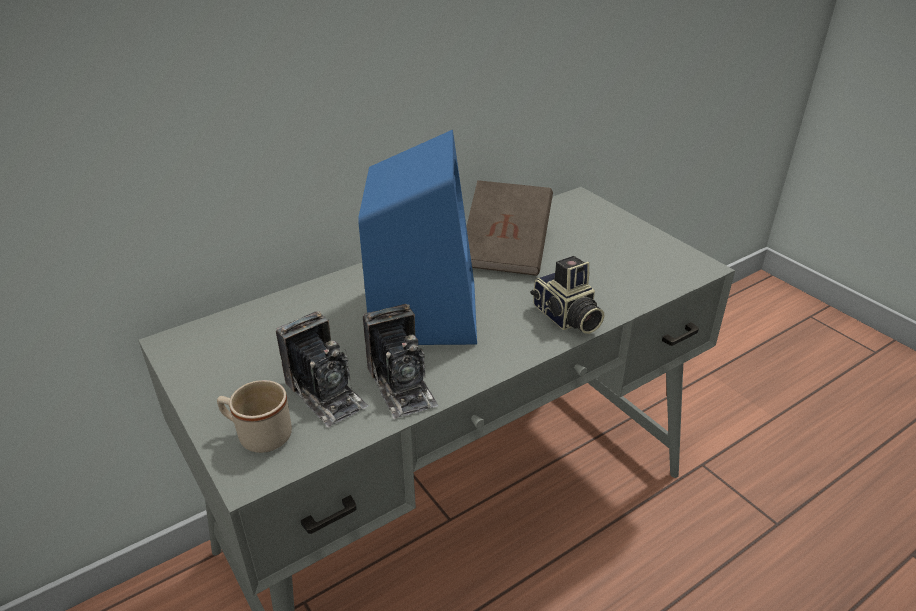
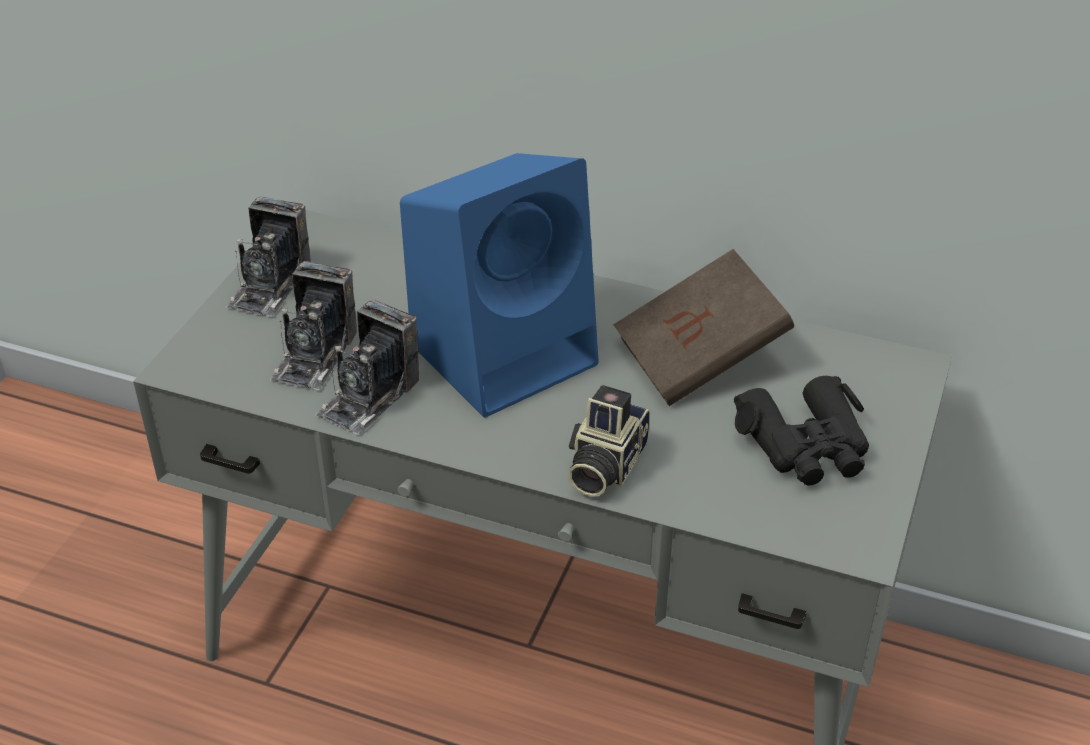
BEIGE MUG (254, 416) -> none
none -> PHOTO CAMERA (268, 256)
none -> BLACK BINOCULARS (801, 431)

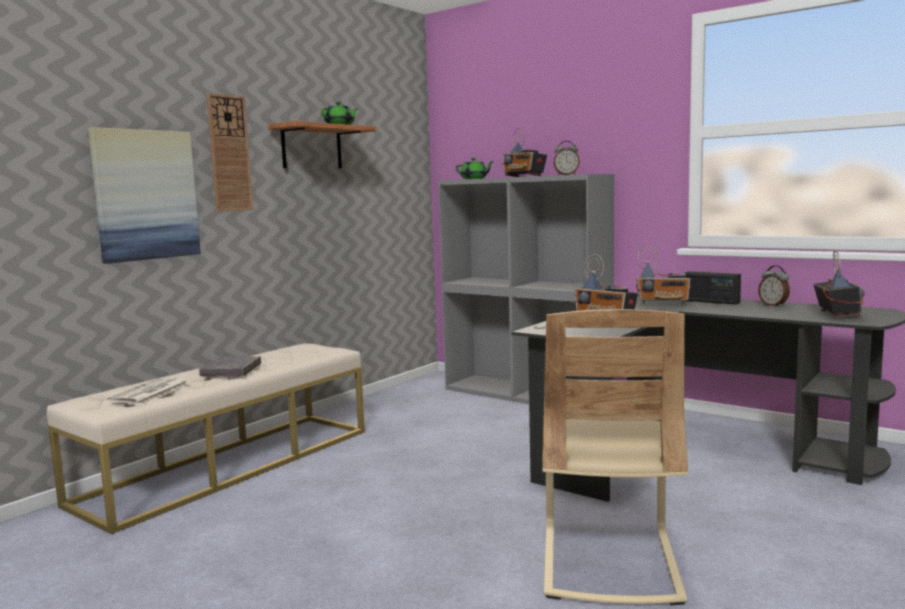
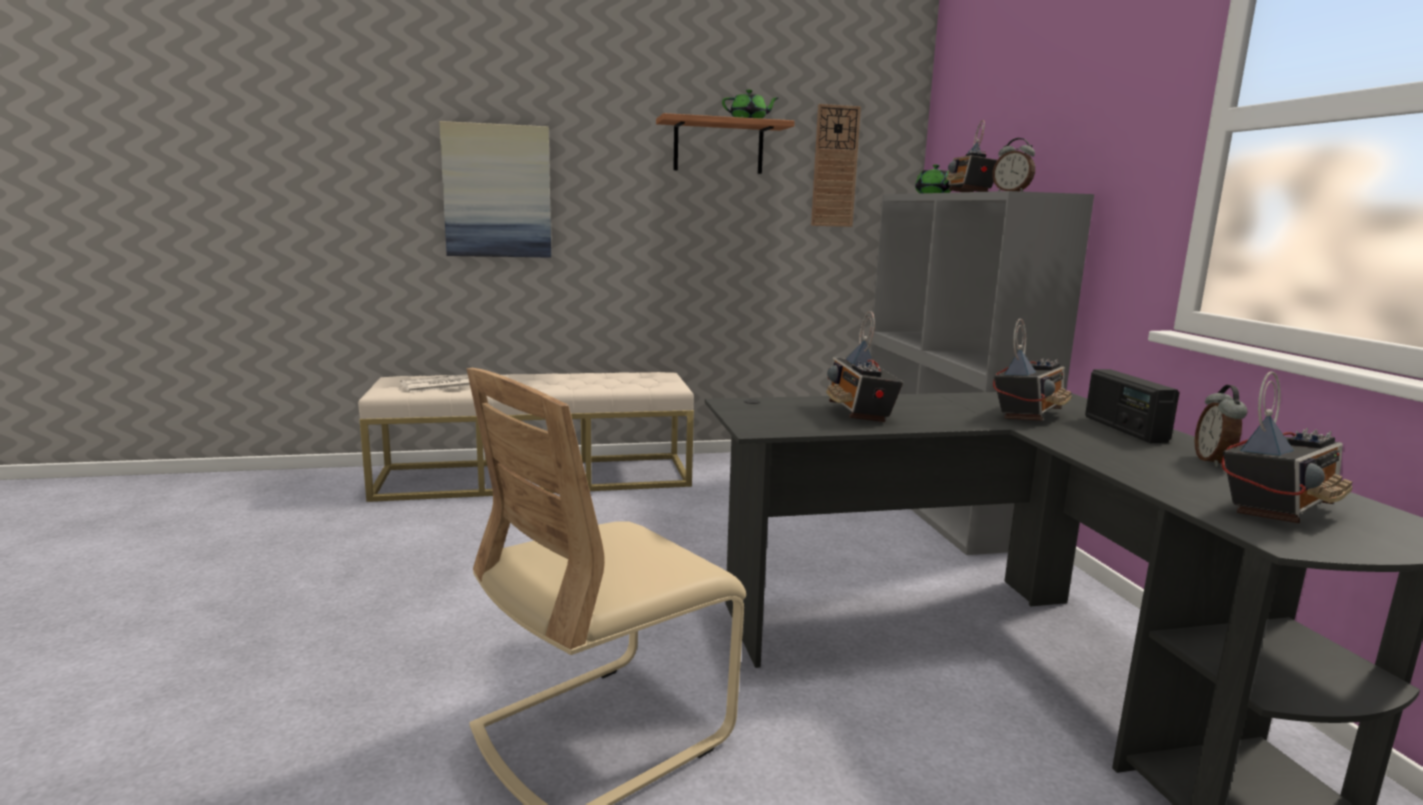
WALL CLOCK (229, 152) -> WALL CLOCK (836, 165), moved
RADIO (663, 275) -> RADIO (1032, 369), 105 degrees counterclockwise
GREY BOOK (230, 366) -> none

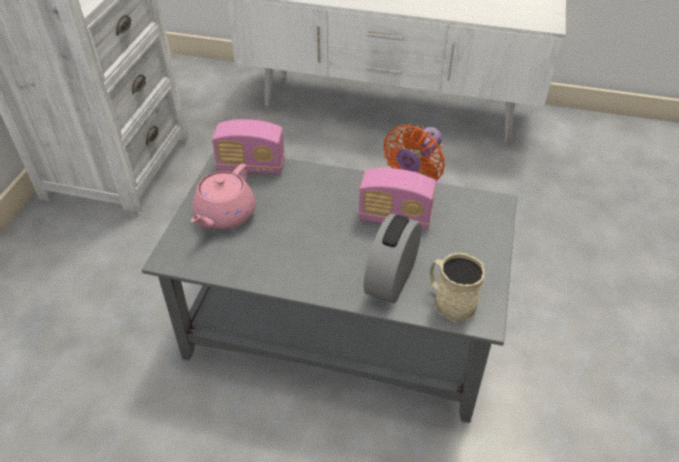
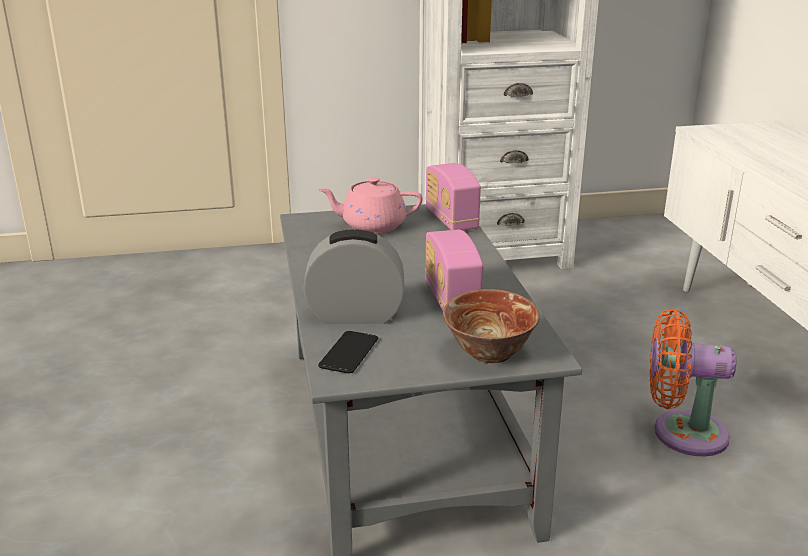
BEIGE MUG (457, 287) -> PHONE (348, 352)
none -> BOWL (491, 326)

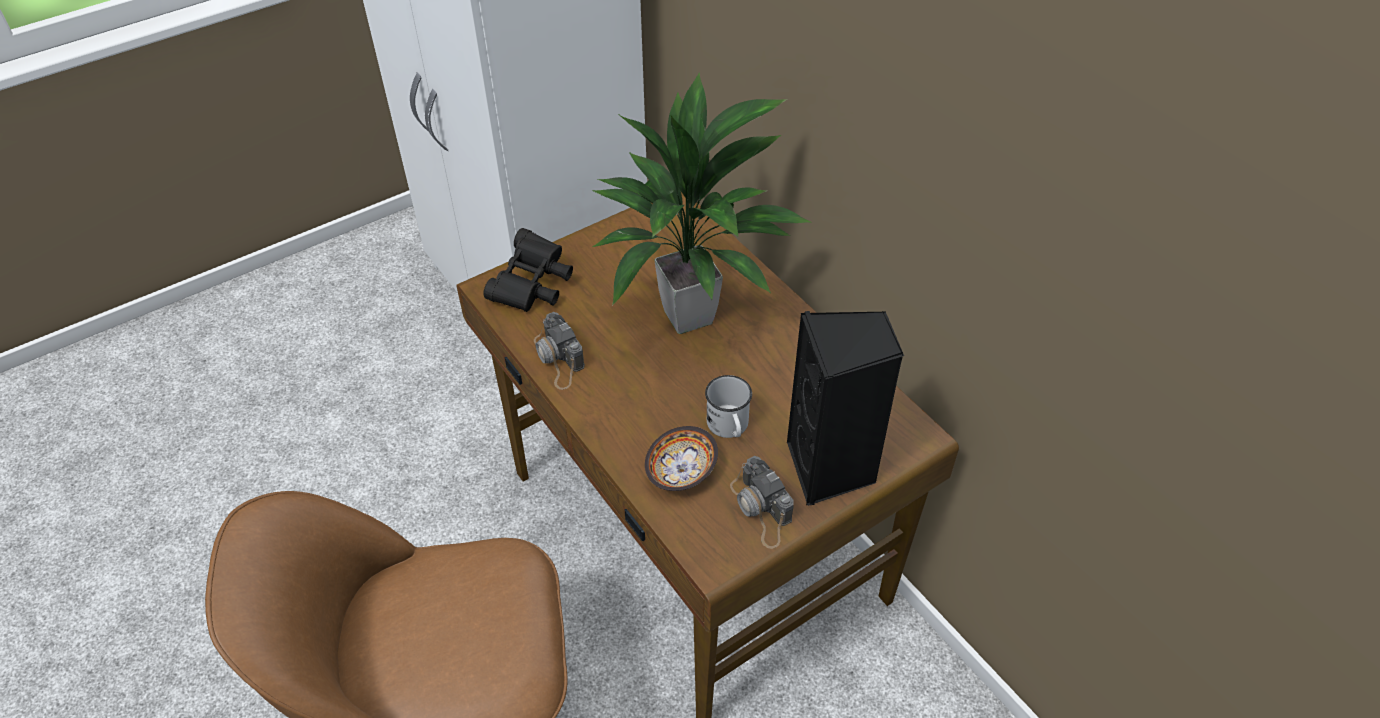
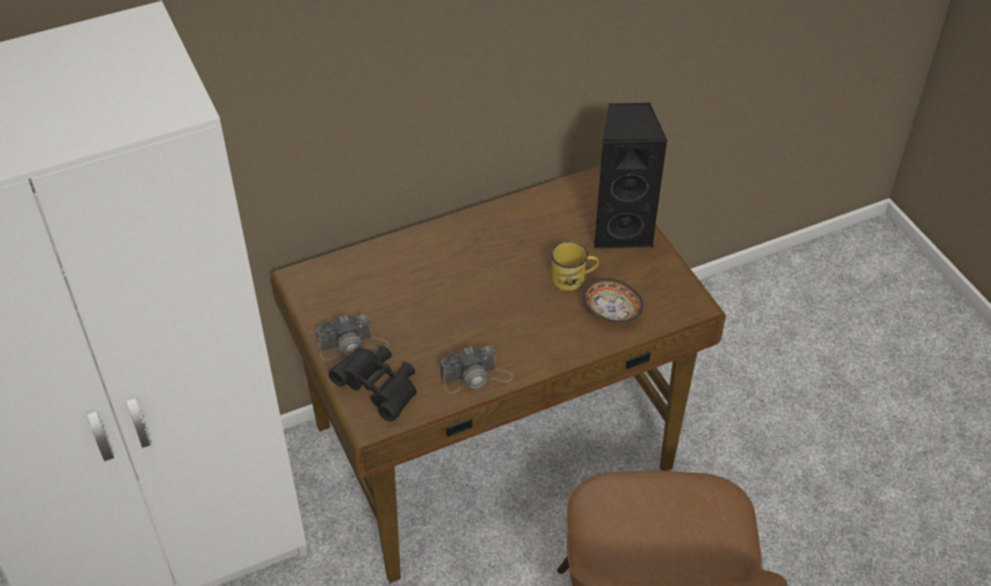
POTTED PLANT (701, 203) -> none
WHITE MUG (728, 406) -> YELLOW MUG (575, 266)
PHOTO CAMERA (762, 502) -> PHOTO CAMERA (352, 337), moved

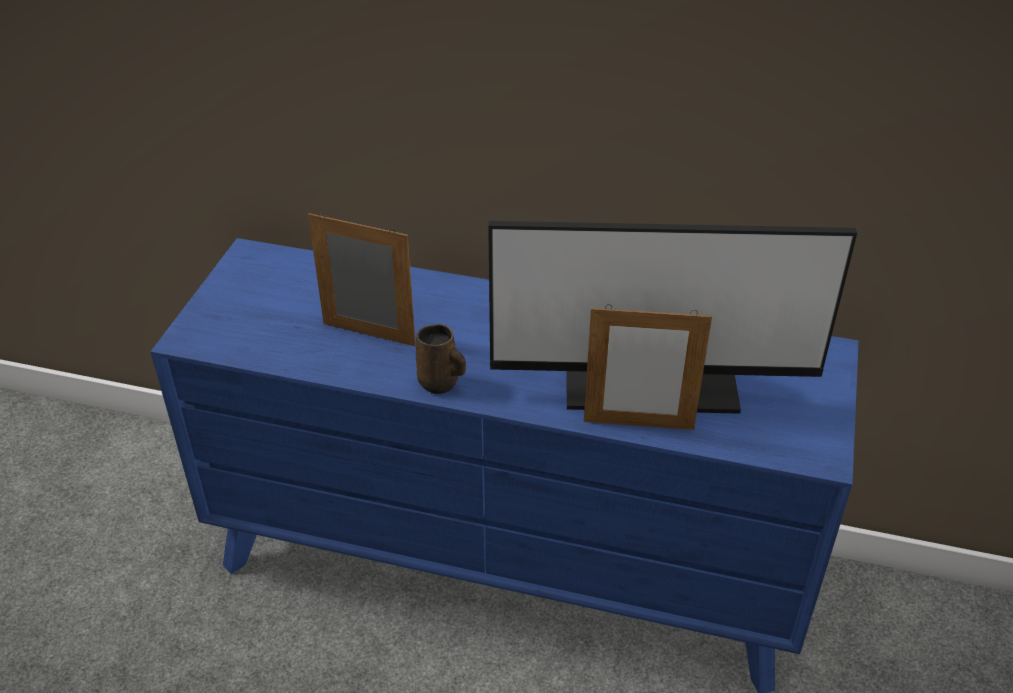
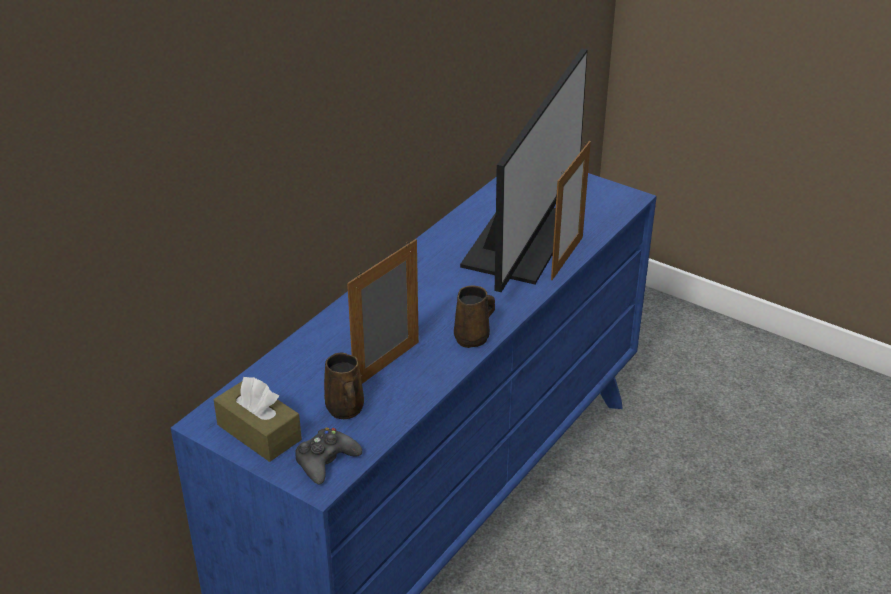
none -> BROWN MUG (344, 386)
none -> BROWN TISSUE BOX (258, 419)
none -> BLACK GAME CONTROLLER (328, 456)

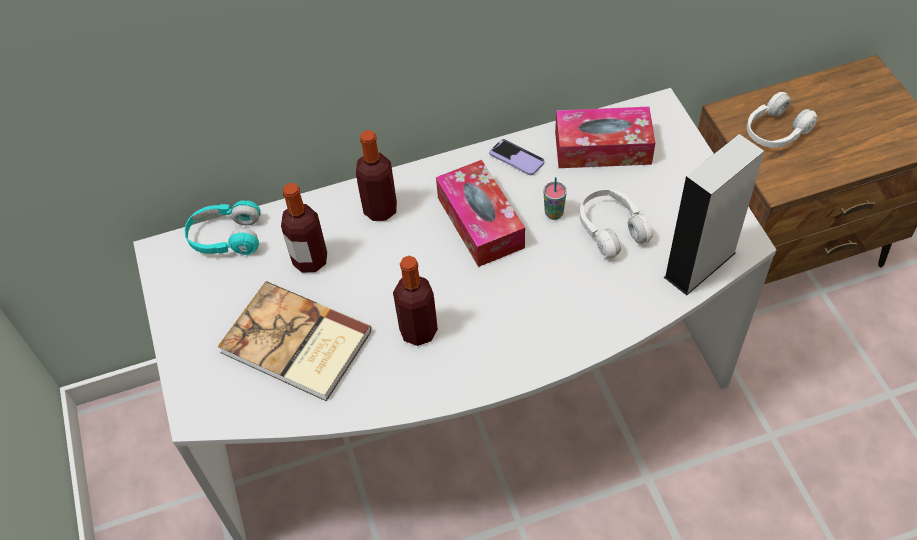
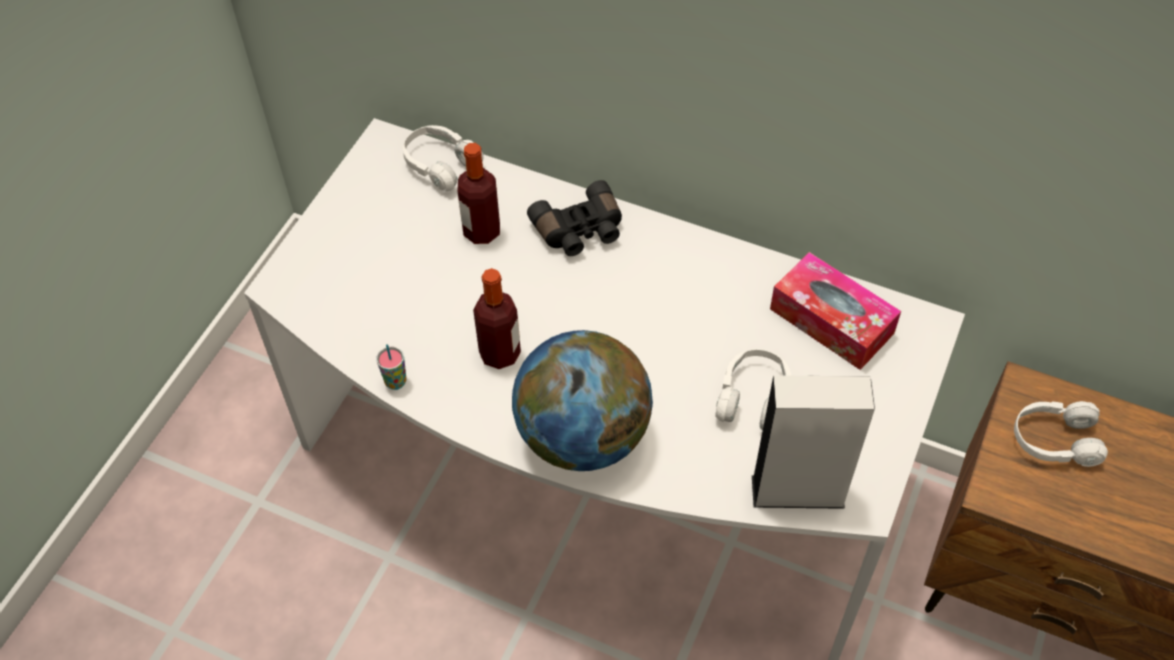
BOTTLE (376, 175) -> BLACK BINOCULARS (574, 218)
PHONE (517, 157) -> none
TISSUE BOX (480, 213) -> none
CUP (555, 198) -> CUP (391, 367), moved
TURQUOISE HEADPHONES (223, 227) -> WHITE HEADPHONES (443, 158)
BOOK (295, 341) -> none
none -> GLOBE (582, 400)

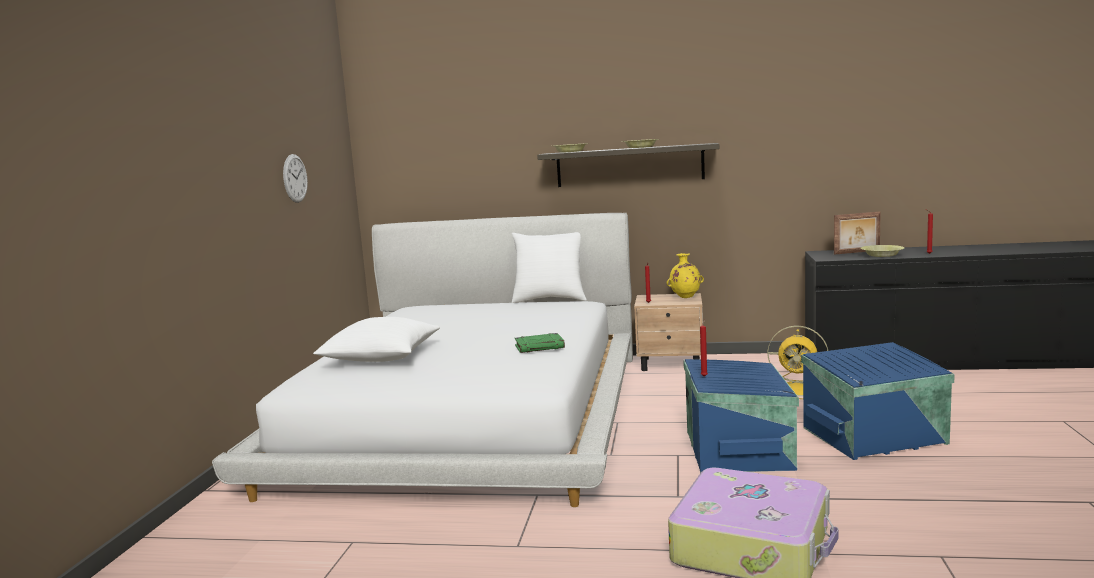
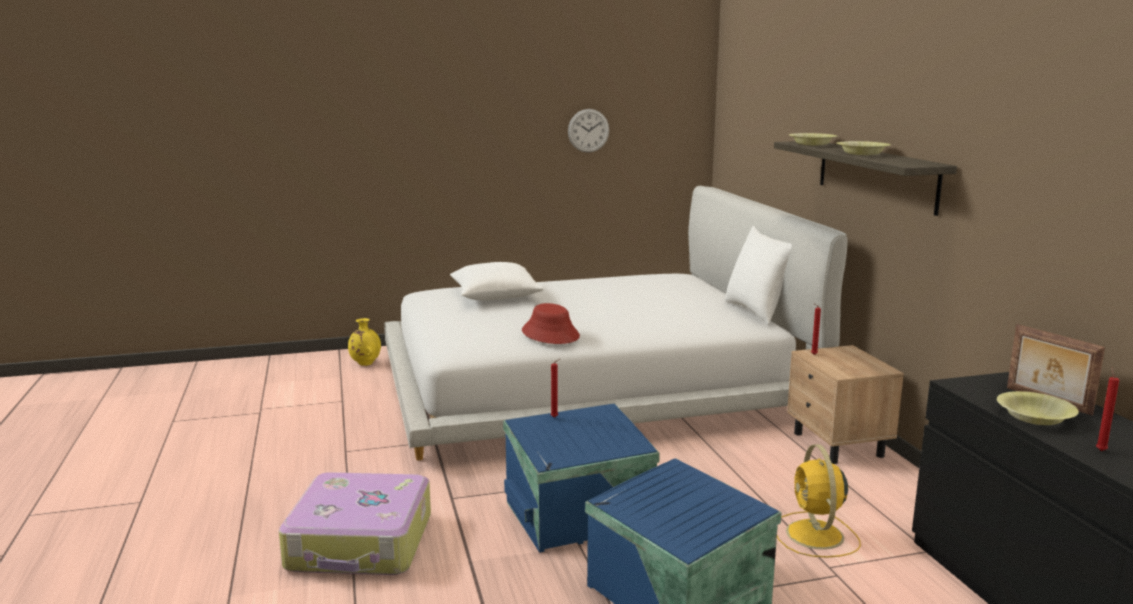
YELLOW VASE (685, 275) -> YELLOW VASE (364, 342), moved
GREEN BOOK (540, 343) -> RED HAT (551, 323)

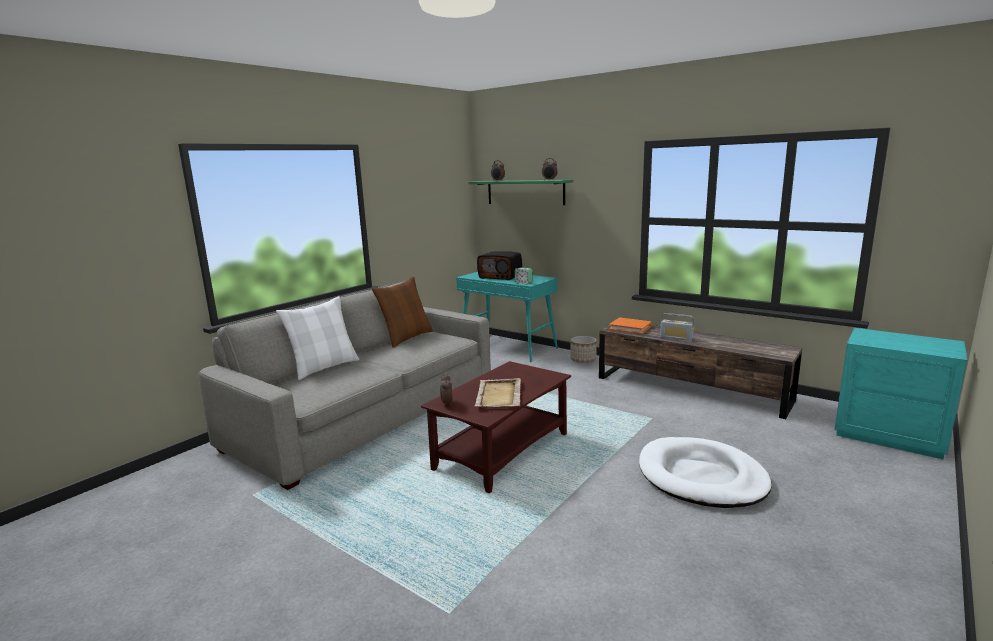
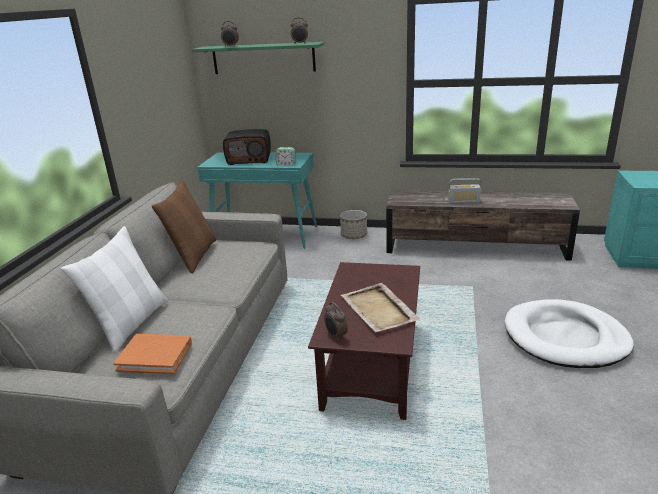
ORANGE BOOK (630, 326) -> ORANGE BOOK (152, 354), moved

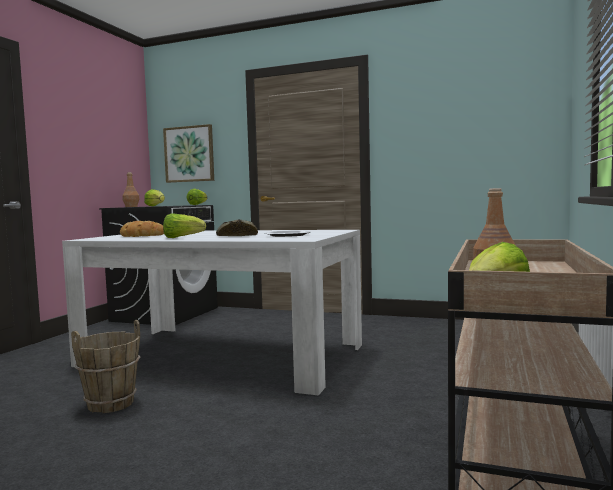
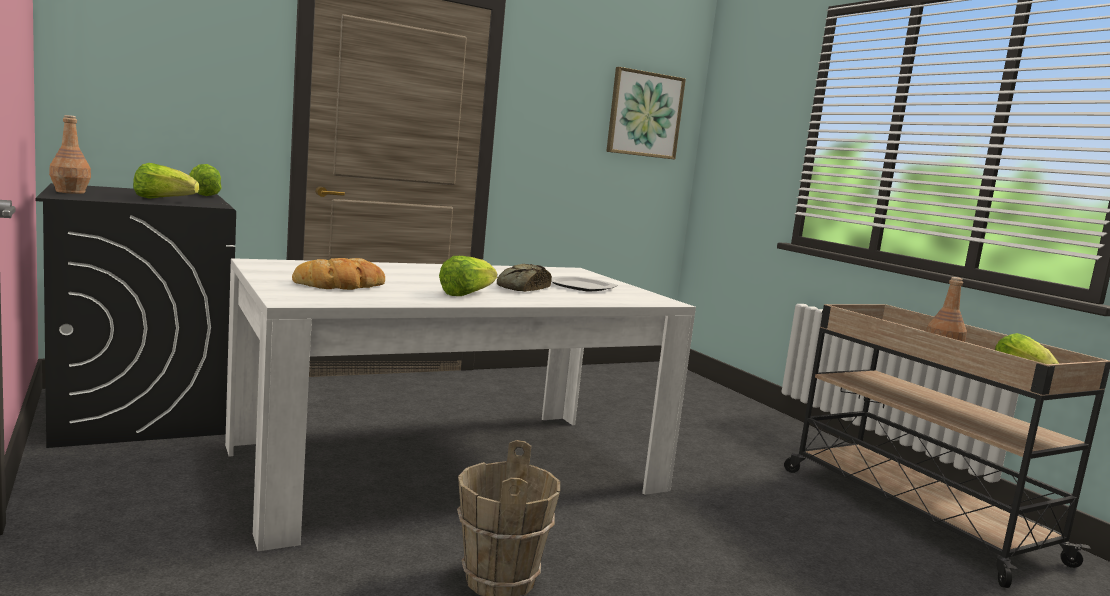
PICTURE (188, 153) -> PICTURE (646, 113), moved

